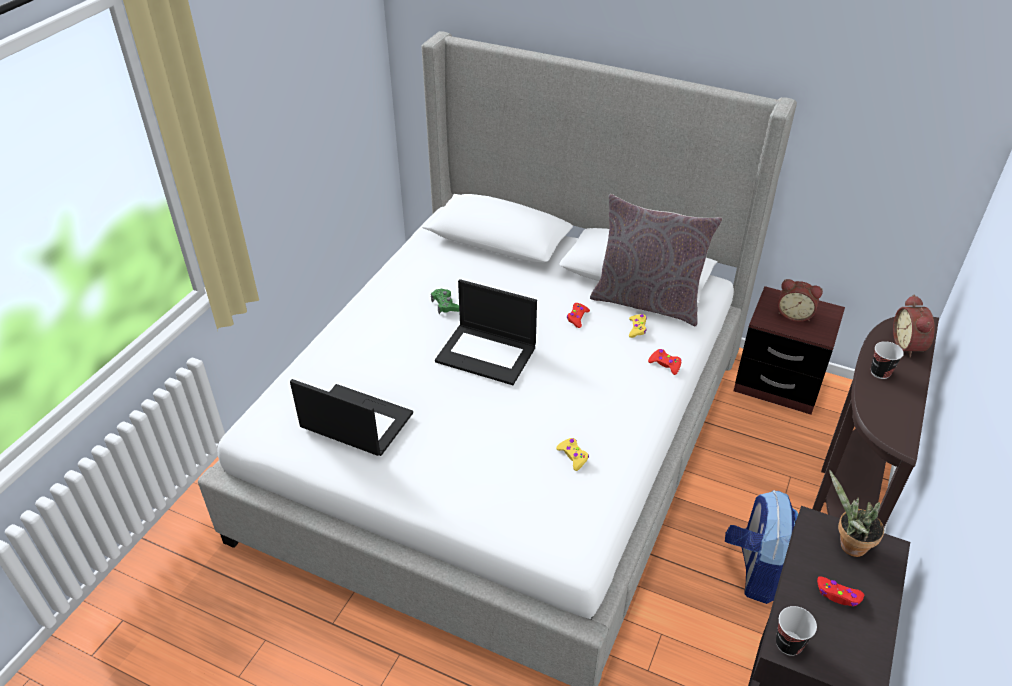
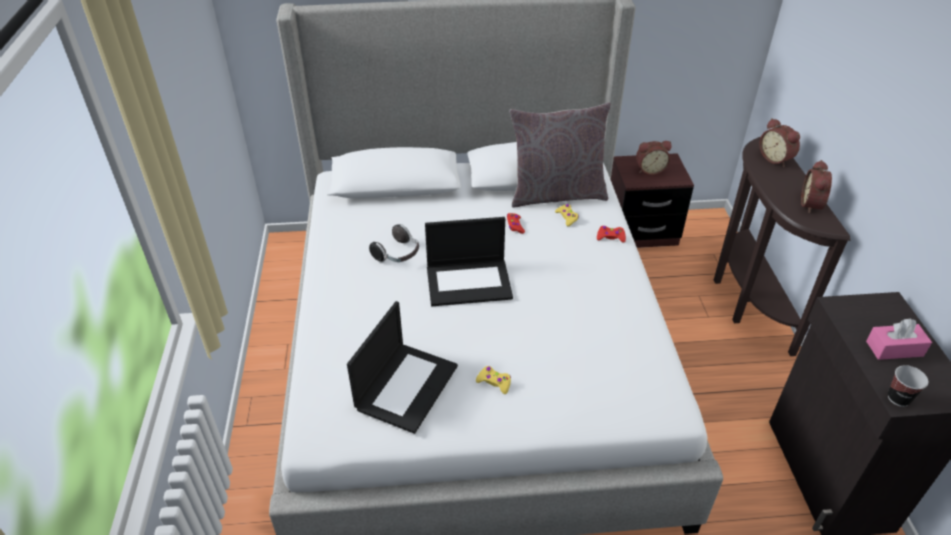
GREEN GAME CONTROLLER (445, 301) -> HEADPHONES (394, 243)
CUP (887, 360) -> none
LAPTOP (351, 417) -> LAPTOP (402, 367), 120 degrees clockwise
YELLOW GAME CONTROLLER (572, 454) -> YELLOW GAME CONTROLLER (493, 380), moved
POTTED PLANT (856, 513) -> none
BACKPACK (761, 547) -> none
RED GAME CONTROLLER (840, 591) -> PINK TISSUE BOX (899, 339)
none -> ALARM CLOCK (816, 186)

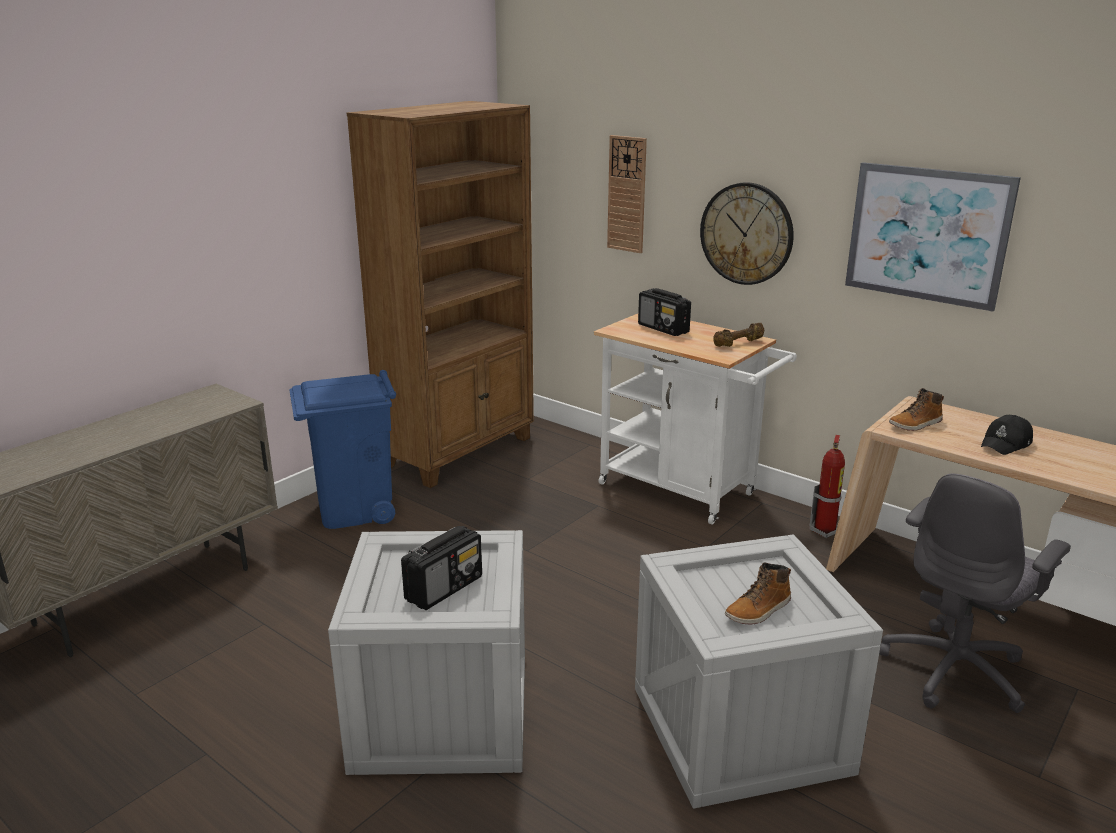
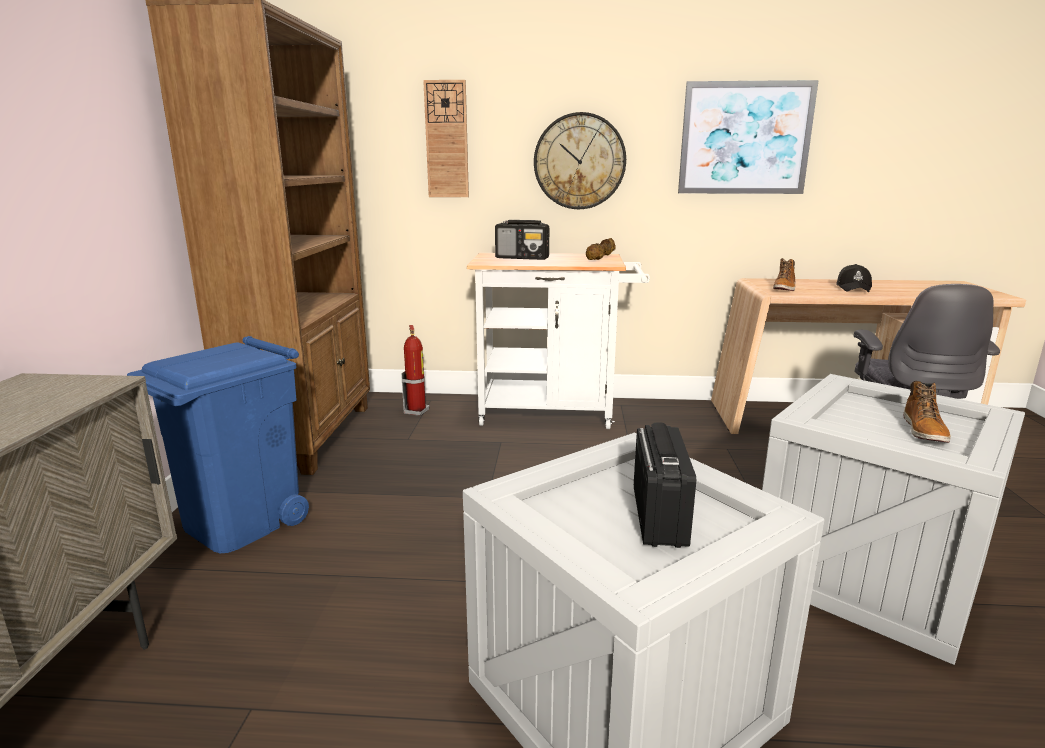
FIRE EXTINGUISHER (827, 486) -> FIRE EXTINGUISHER (415, 370), moved

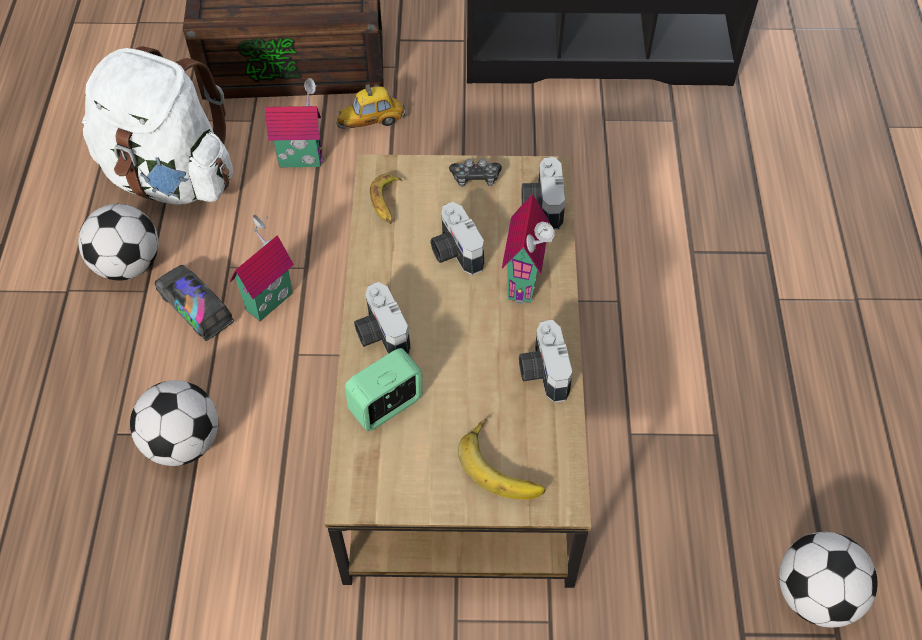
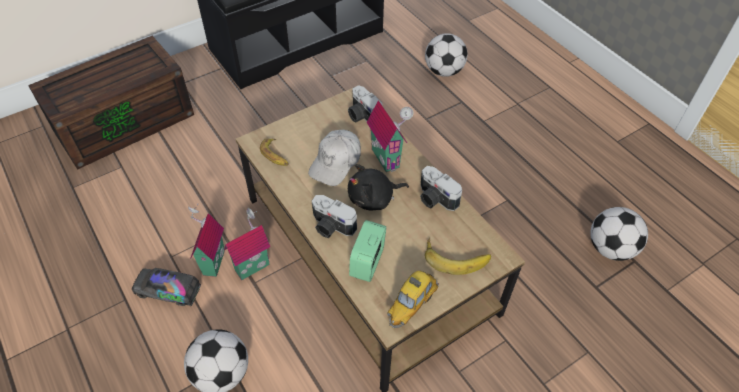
WHITE BACKPACK (157, 125) -> none
TOY HOUSE (294, 123) -> TOY HOUSE (247, 244), moved
TOY CAR (371, 106) -> TOY CAR (413, 300), moved
GAME CONTROLLER (475, 172) -> none
PHOTO CAMERA (457, 238) -> WHITE CAP (334, 158)
FOOTBALL (118, 242) -> FOOTBALL (446, 55), moved
none -> BLACK PLUSH TOY (378, 187)

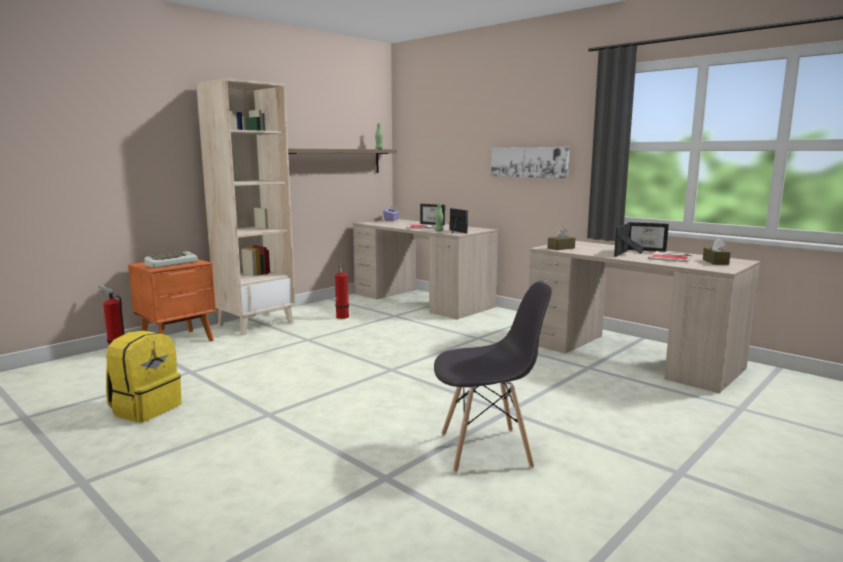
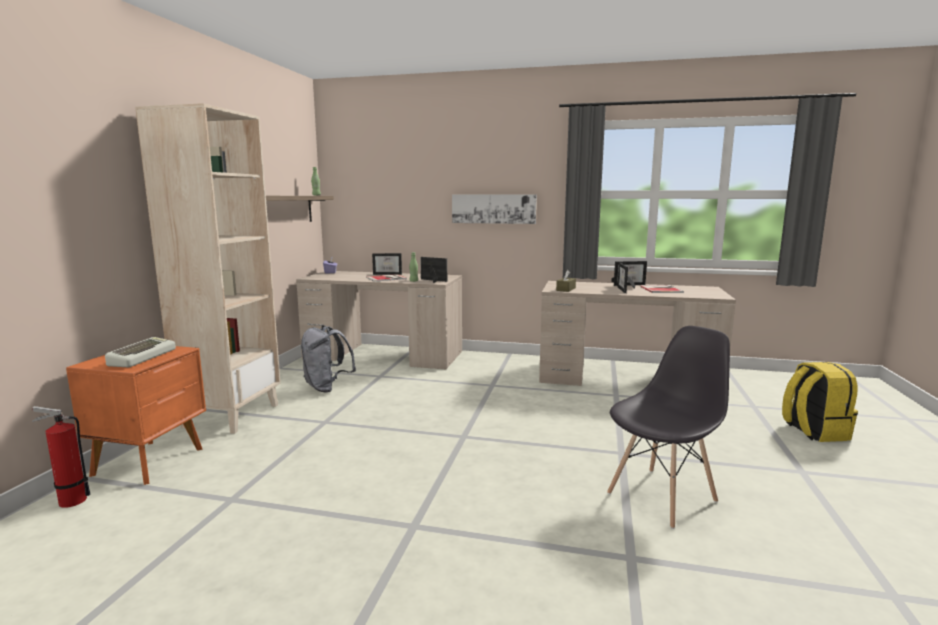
BROWN TISSUE BOX (717, 251) -> none
FIRE EXTINGUISHER (342, 291) -> GREY BACKPACK (328, 358)
YELLOW BACKPACK (144, 377) -> YELLOW BACKPACK (820, 402), moved

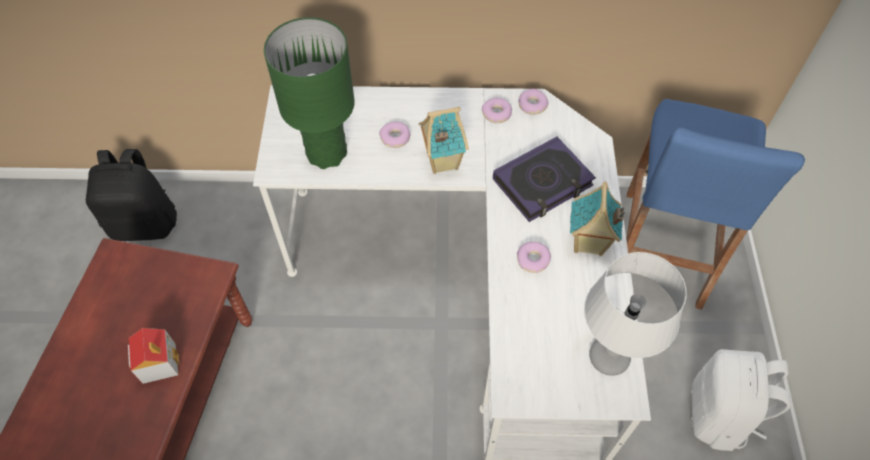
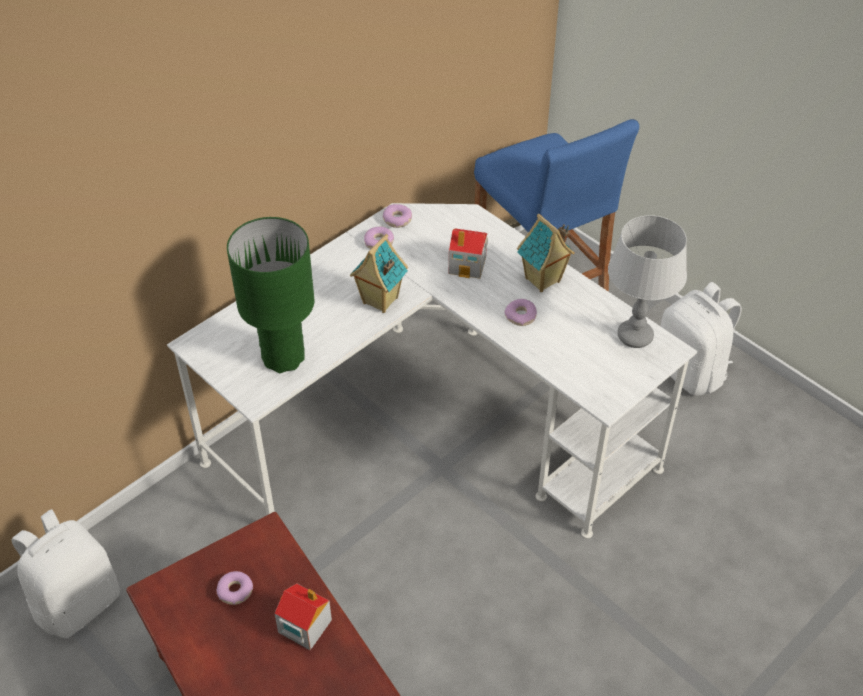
DONUT (395, 135) -> DONUT (235, 588), moved
BOOK (544, 179) -> TOY HOUSE (468, 253)
BLACK BACKPACK (131, 195) -> WHITE BACKPACK (65, 573)

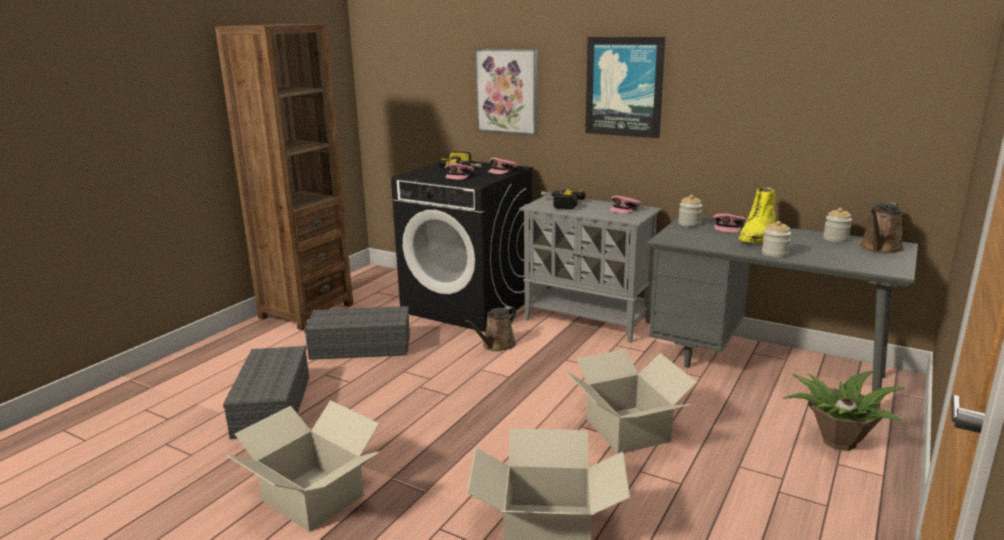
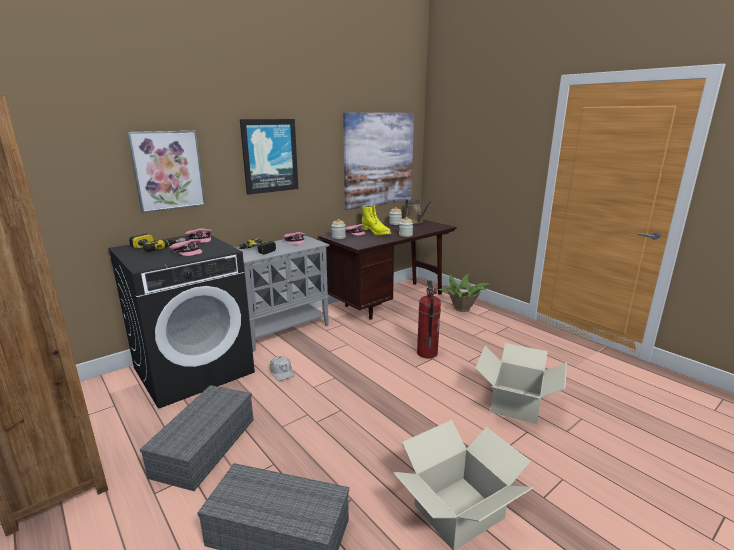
GREY DESK (783, 311) -> BROWN DESK (387, 269)
BROWN WATERING CAN (490, 328) -> WHITE CAP (282, 368)
CARDBOARD BOX (632, 401) -> FIRE EXTINGUISHER (429, 319)
none -> PICTURE (378, 161)

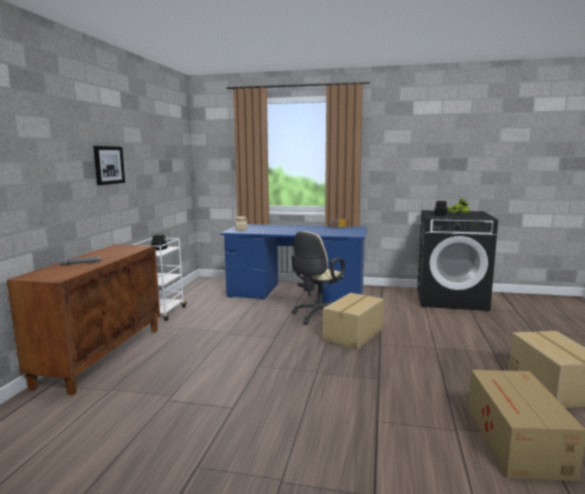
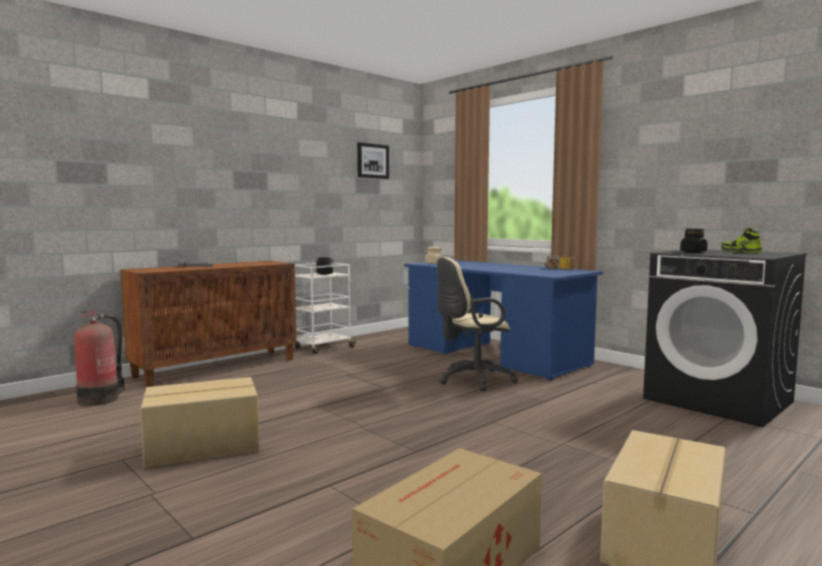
PICTURE (109, 165) -> PICTURE (373, 160), moved
CARDBOARD BOX (353, 321) -> CARDBOARD BOX (200, 422), moved
none -> FIRE EXTINGUISHER (99, 358)

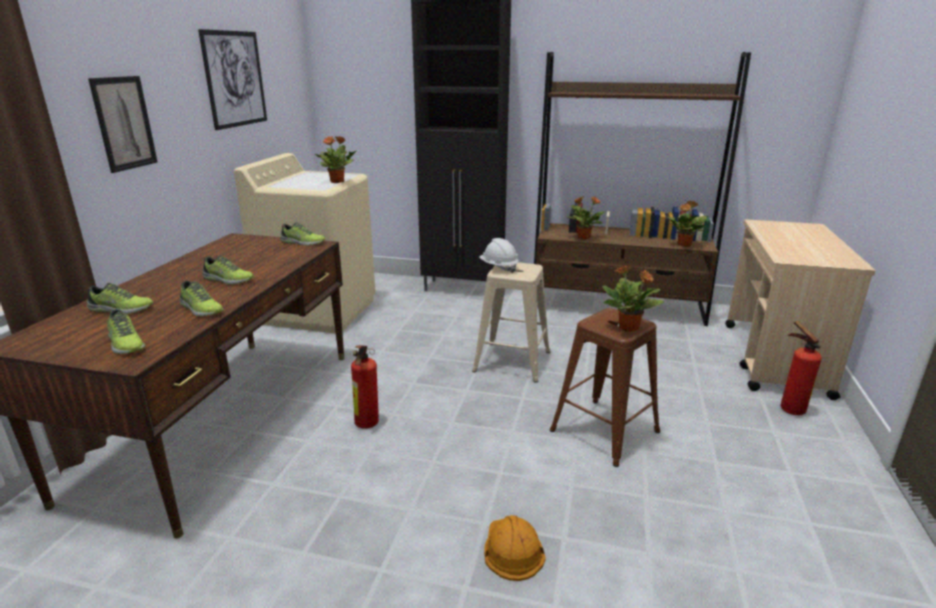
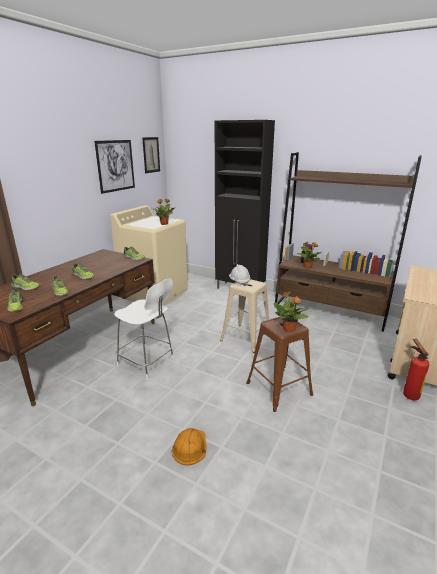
PICTURE (123, 124) -> PICTURE (151, 155), moved
POTTED PLANT (687, 223) -> none
FIRE EXTINGUISHER (365, 387) -> WHITE CHAIR (144, 329)

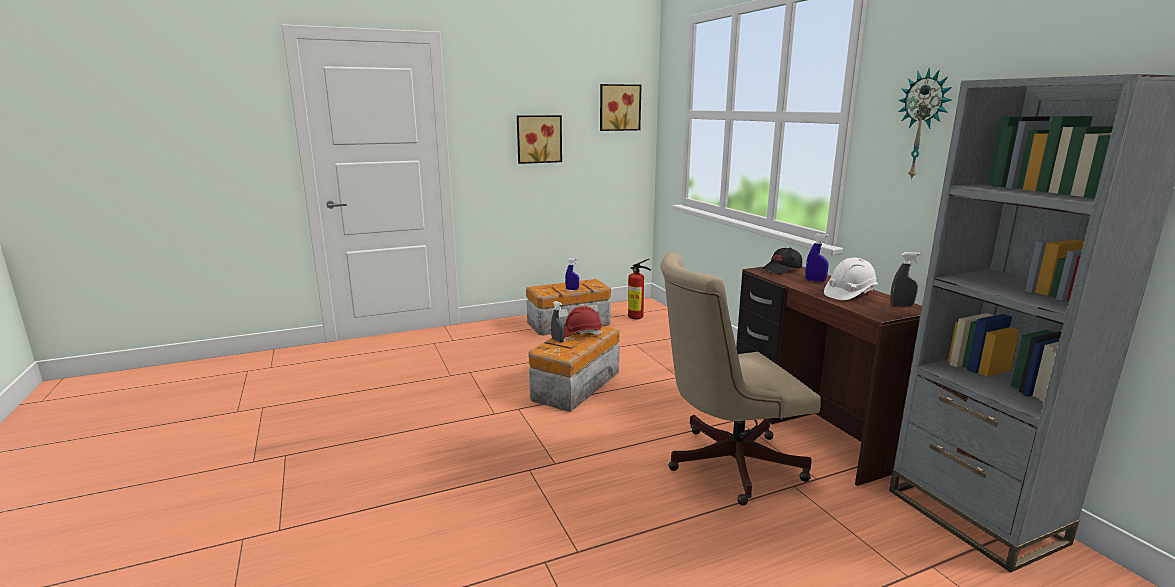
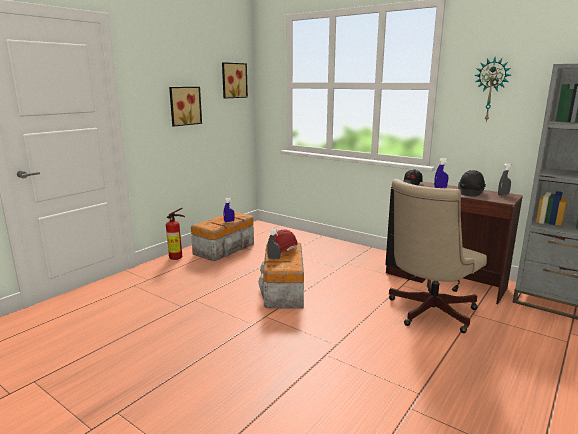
WHITE HARD HAT (851, 278) -> BLACK HARD HAT (472, 183)
FIRE EXTINGUISHER (639, 289) -> FIRE EXTINGUISHER (175, 234), moved

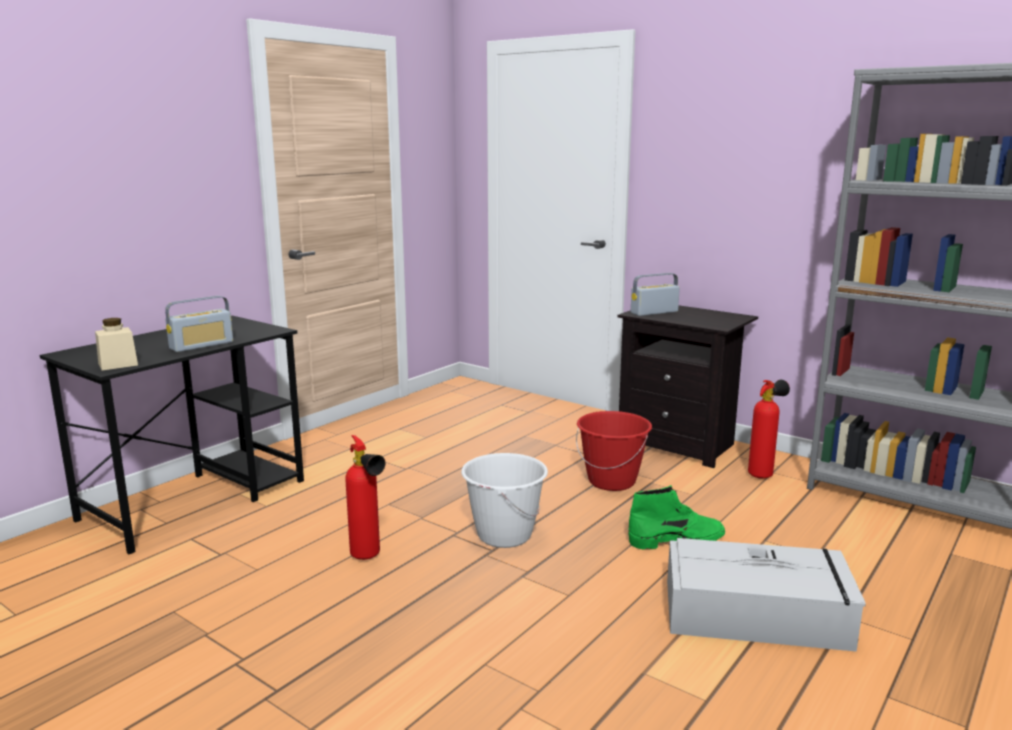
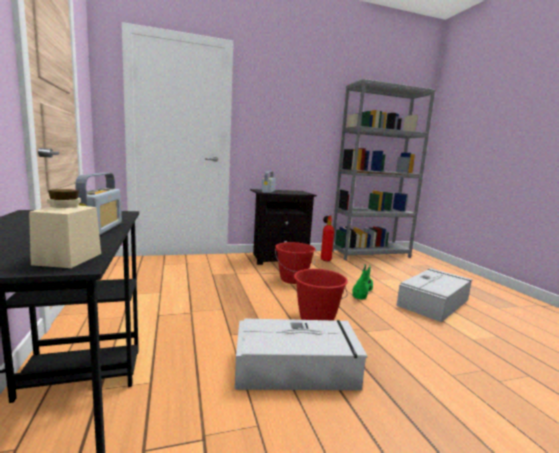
FIRE EXTINGUISHER (365, 497) -> GREY STORAGE BOX (301, 354)
WHITE BUCKET (504, 500) -> RED BUCKET (321, 294)

